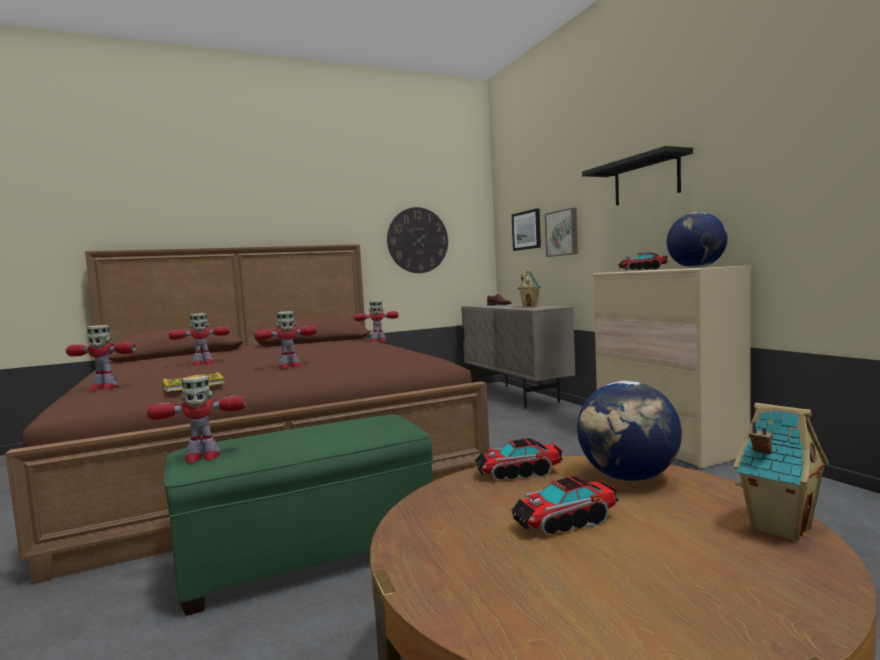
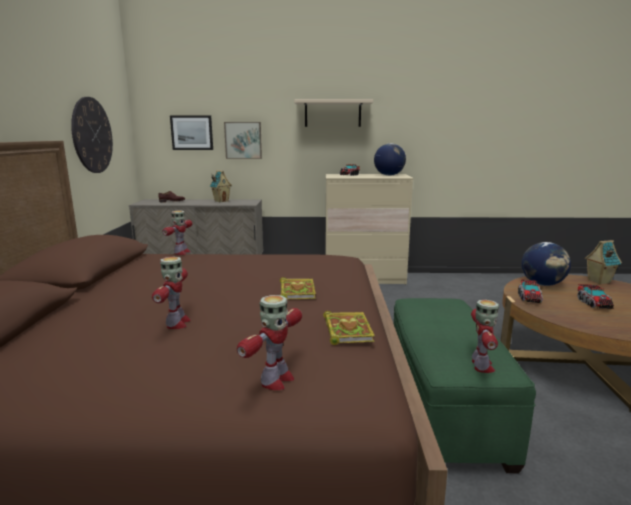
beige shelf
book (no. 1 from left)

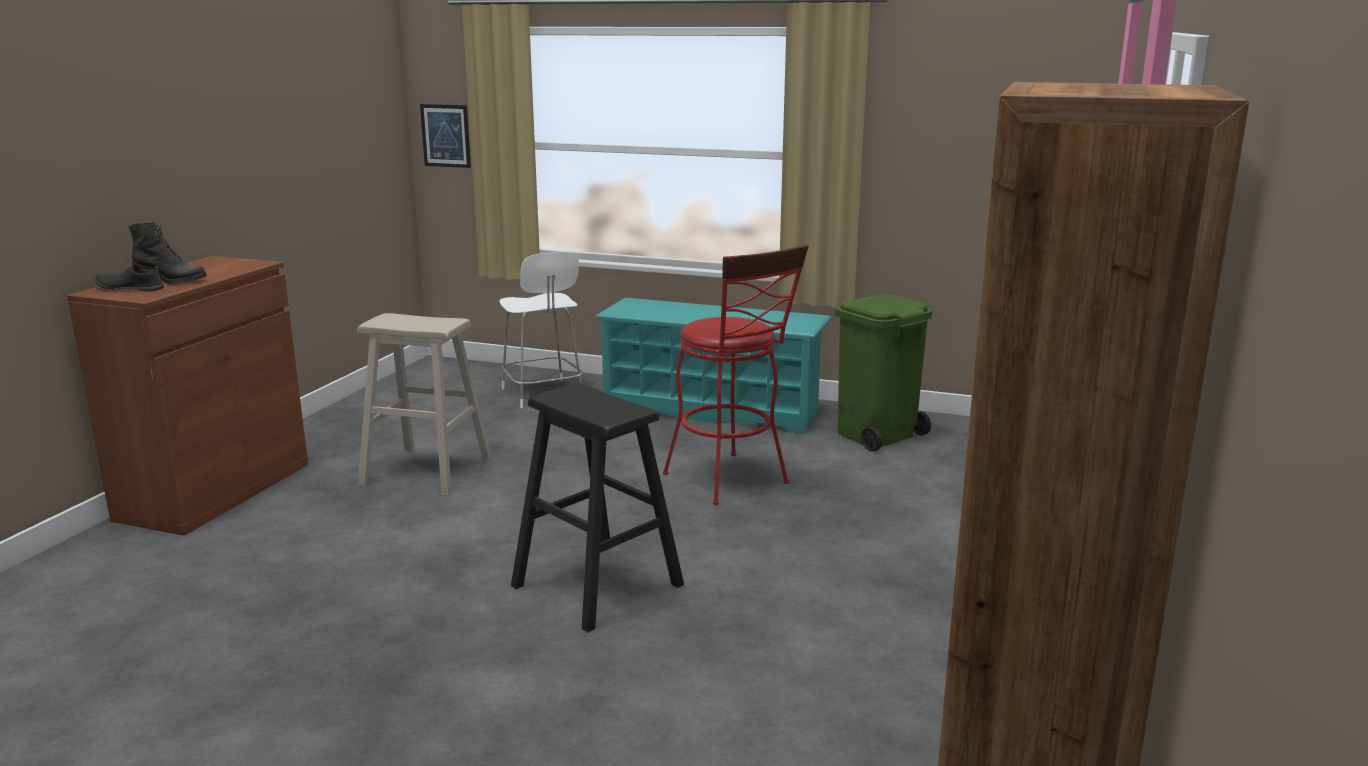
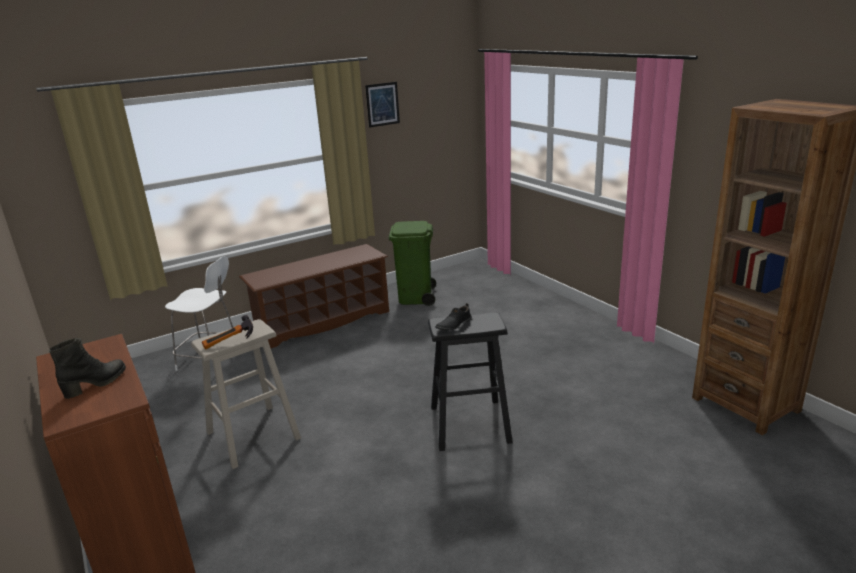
picture
red stool
black shoe
brown shoe rack
hammer

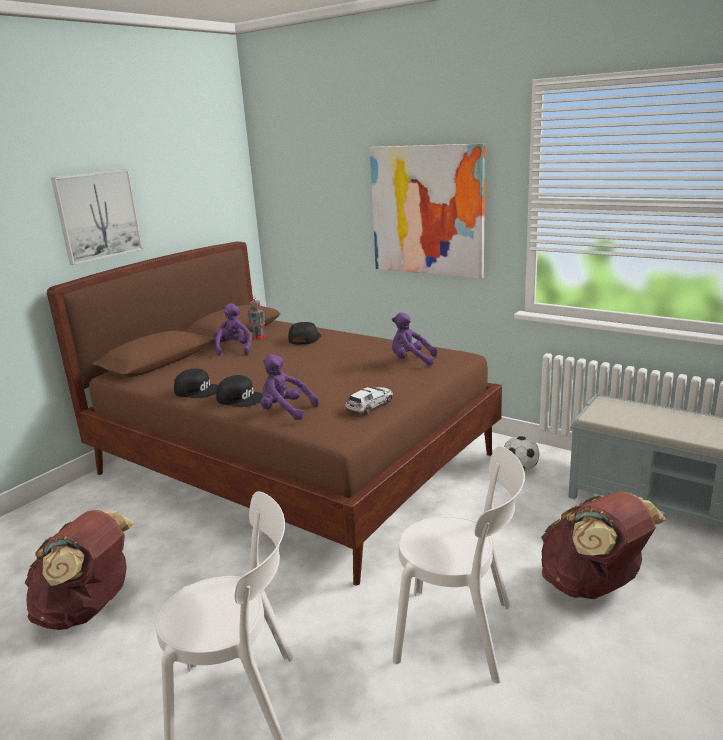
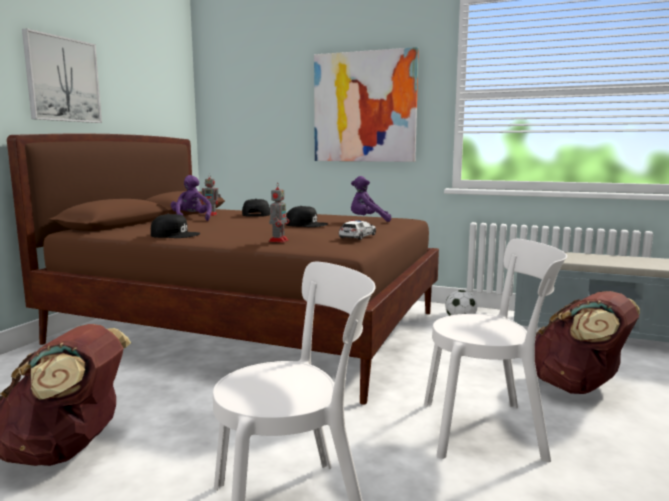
toy robot (no. 2 from left)
black cap (no. 3 from left)

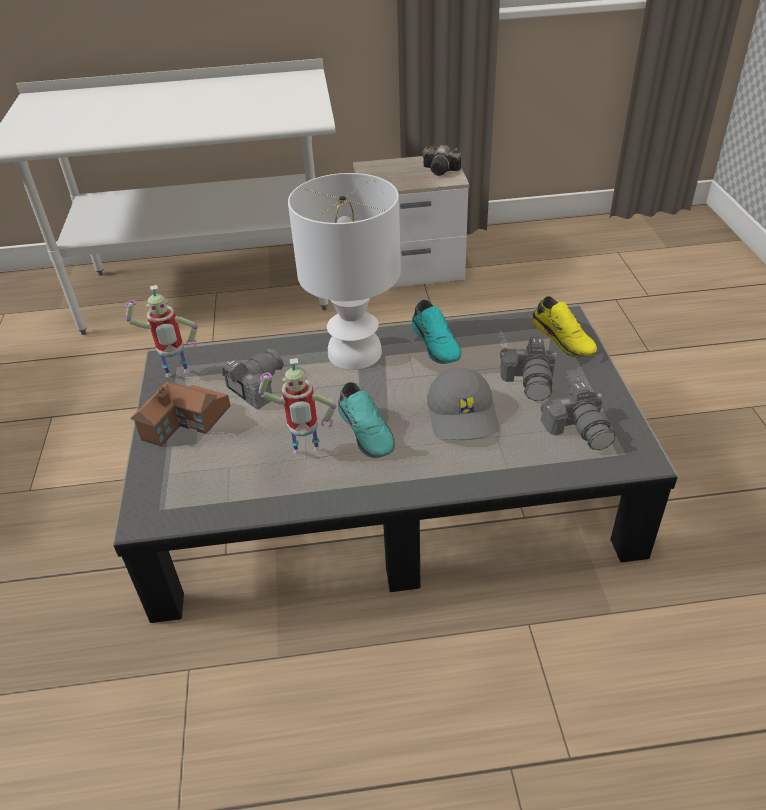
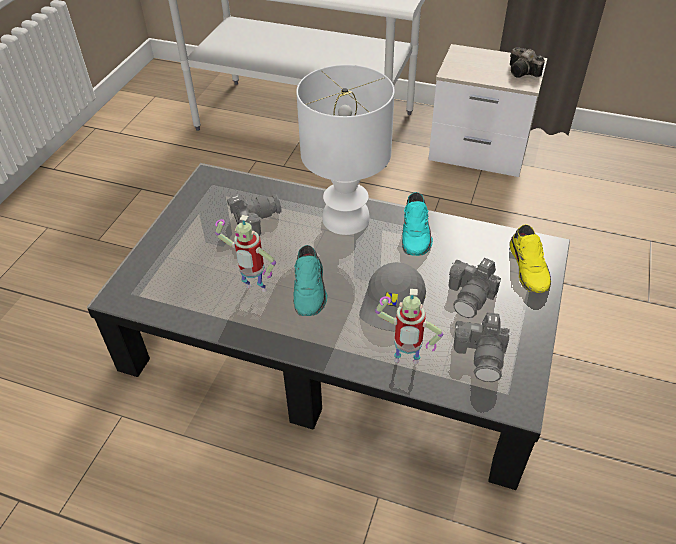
toy robot (no. 2 from left)
toy house

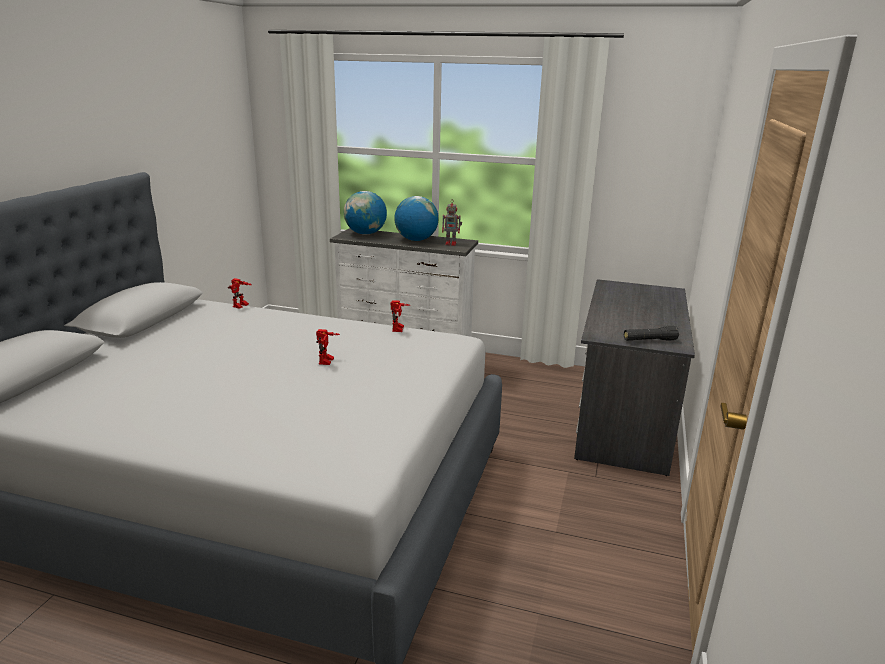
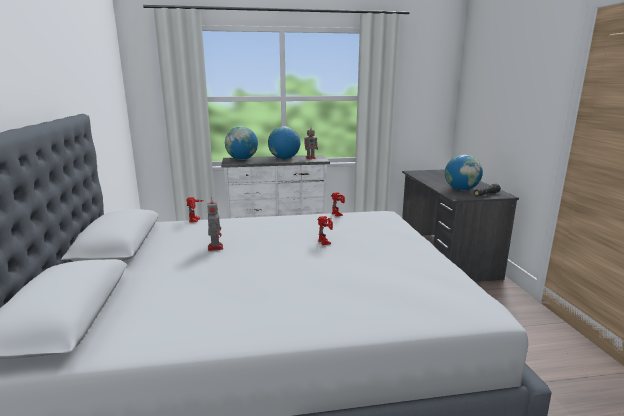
globe (no. 3 from left)
toy robot (no. 2 from left)

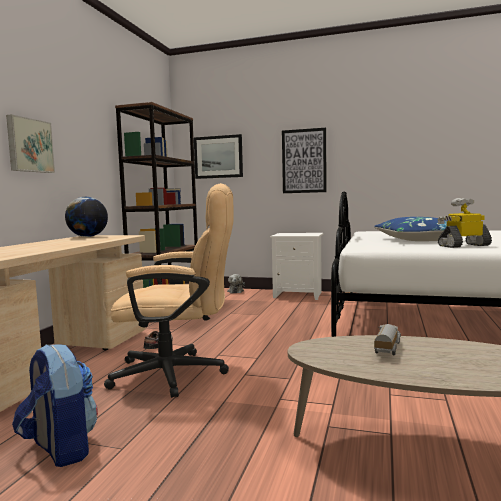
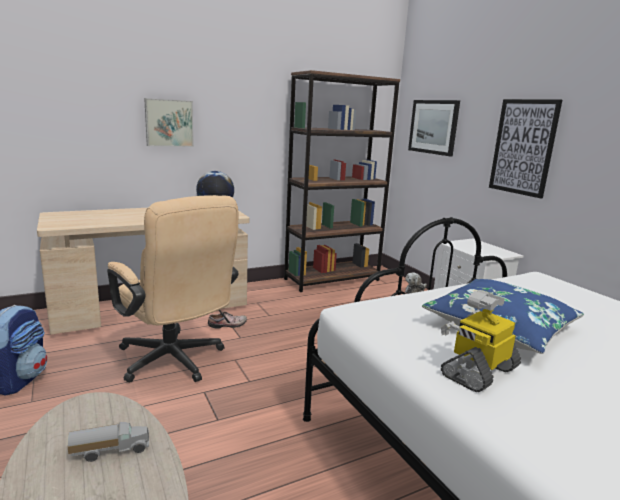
toy robot

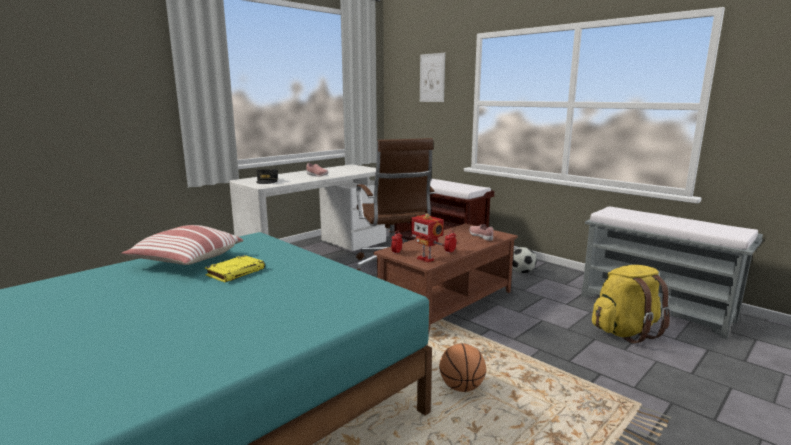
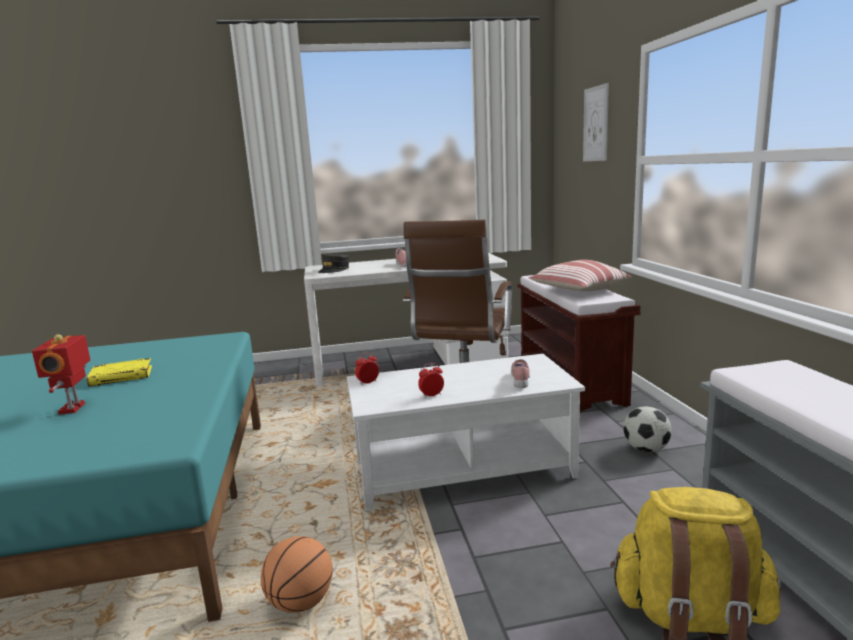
toy robot
white coffee table
pillow

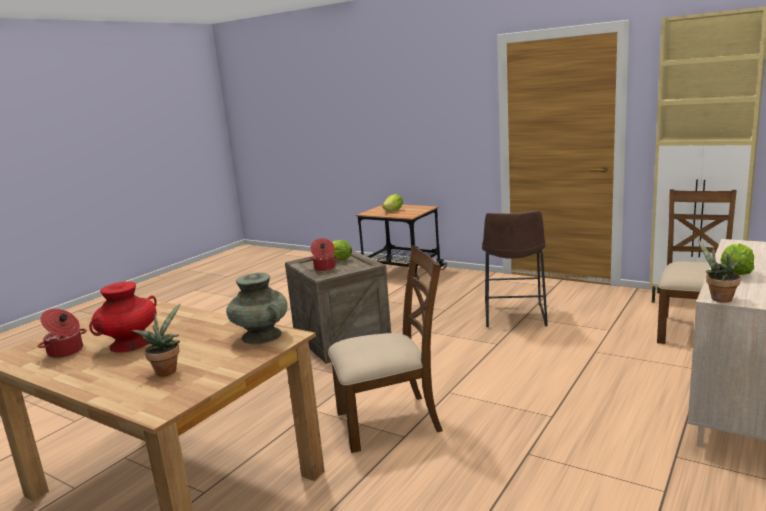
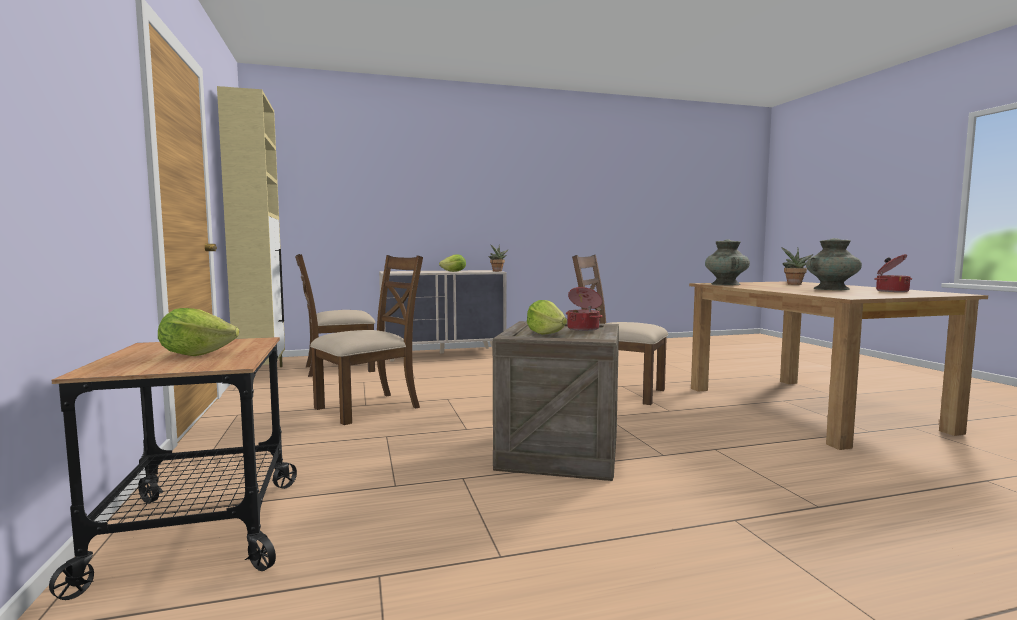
brown chair (no. 2 from left)
turquoise vase (no. 2 from left)

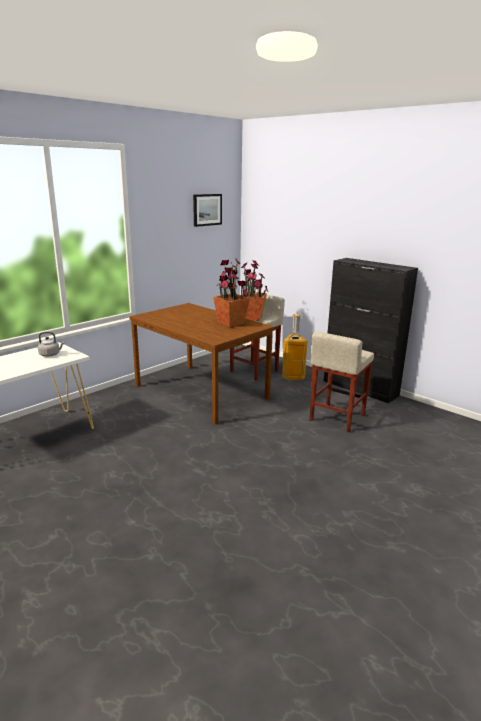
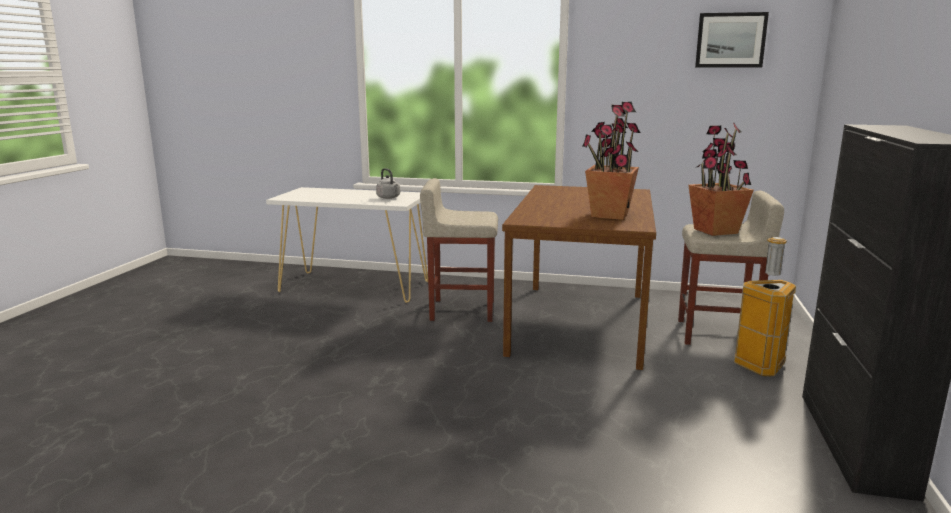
beige stool (no. 1 from left)

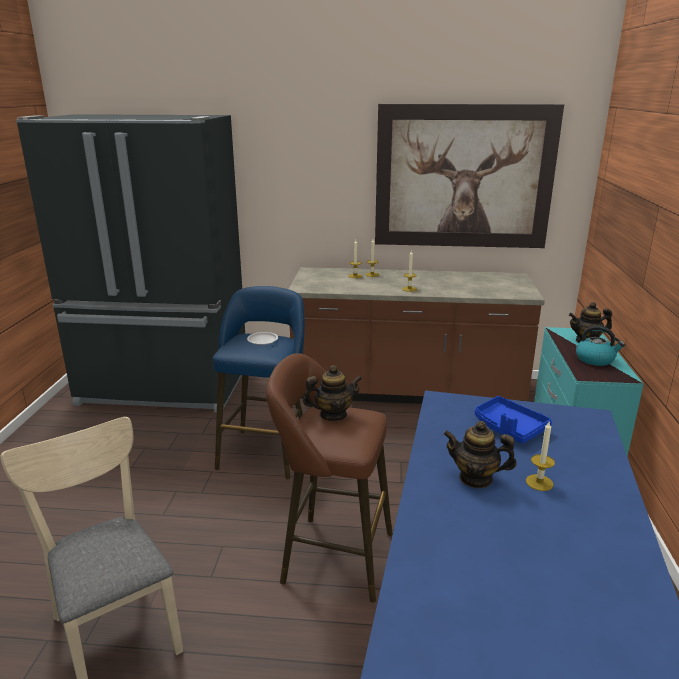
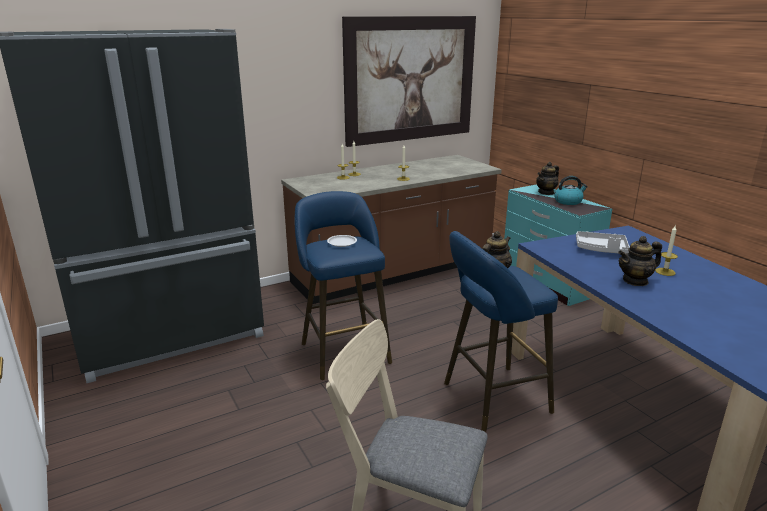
blue stool (no. 2 from left)
grey tray

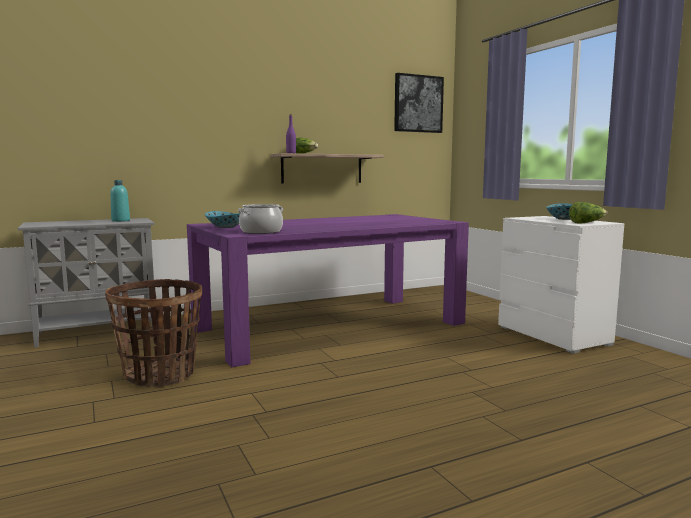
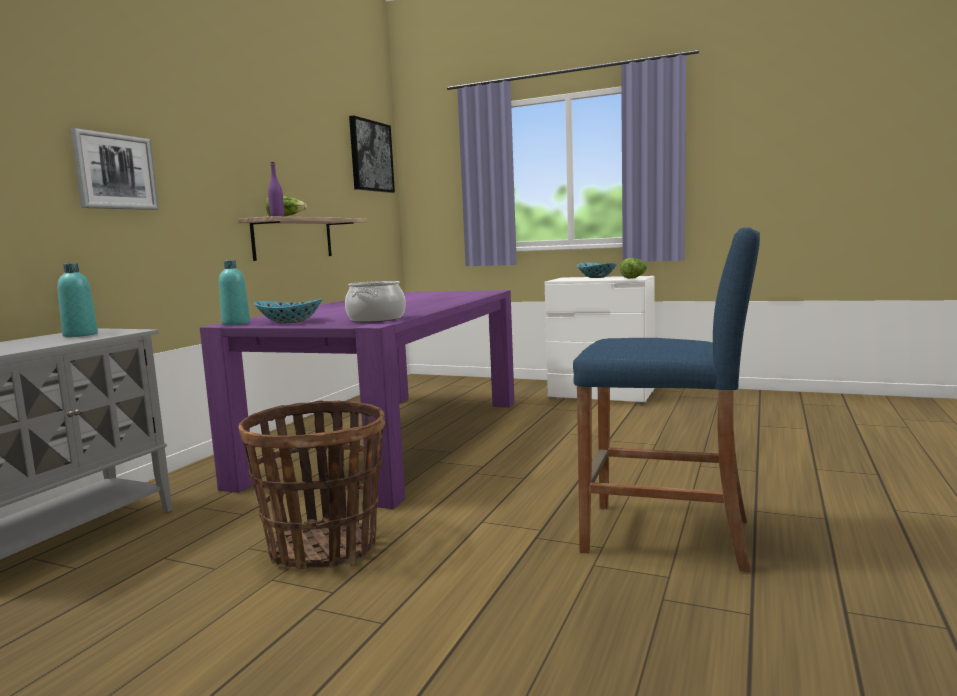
picture (no. 1 from left)
blue stool
turquoise bottle (no. 2 from left)

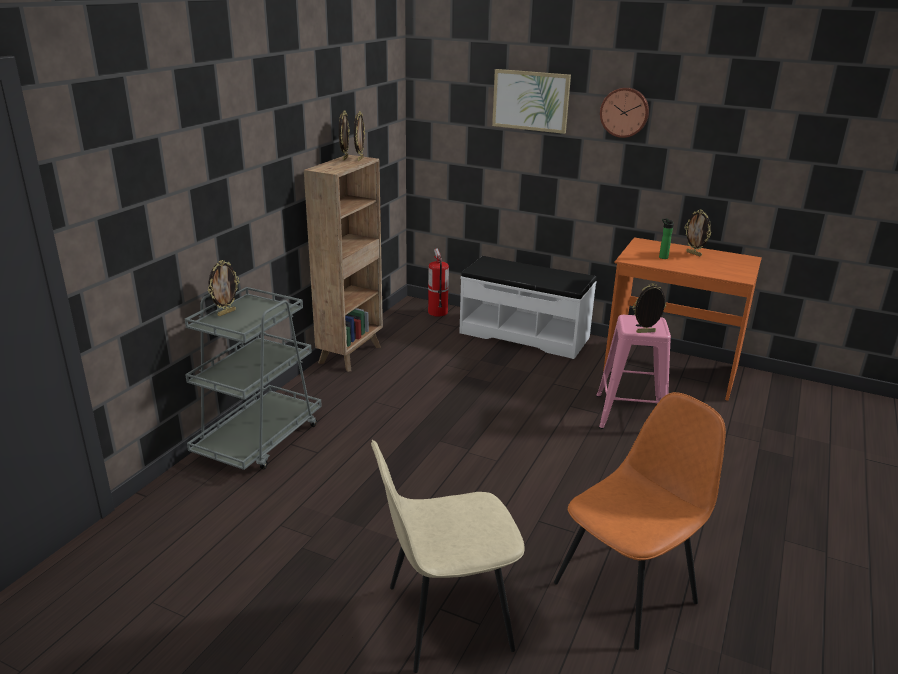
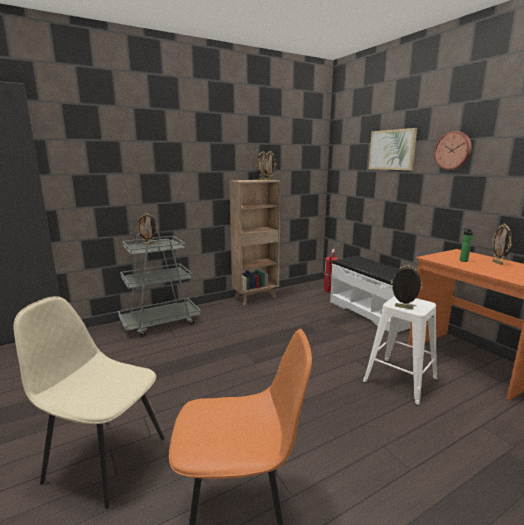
white stool

